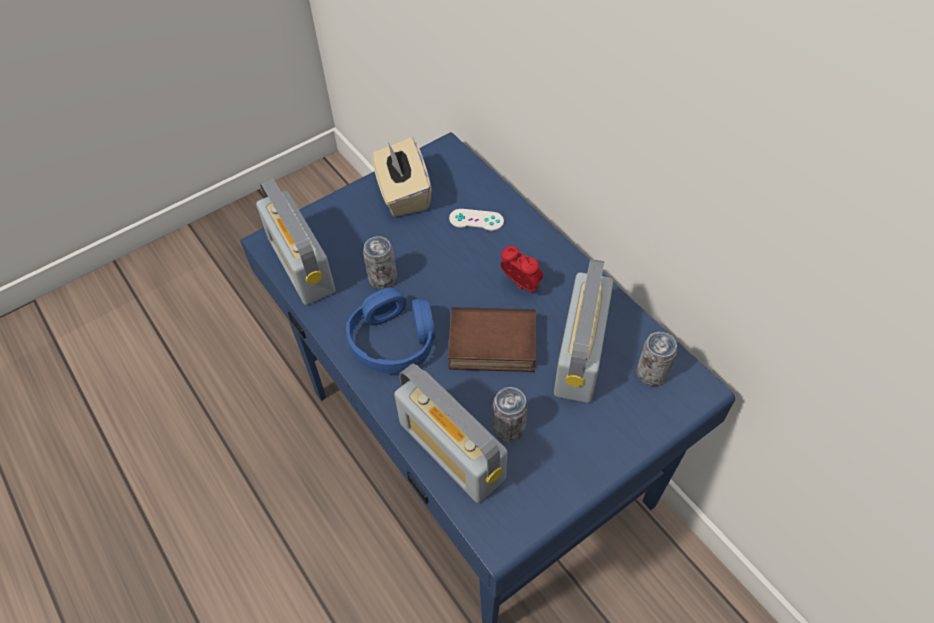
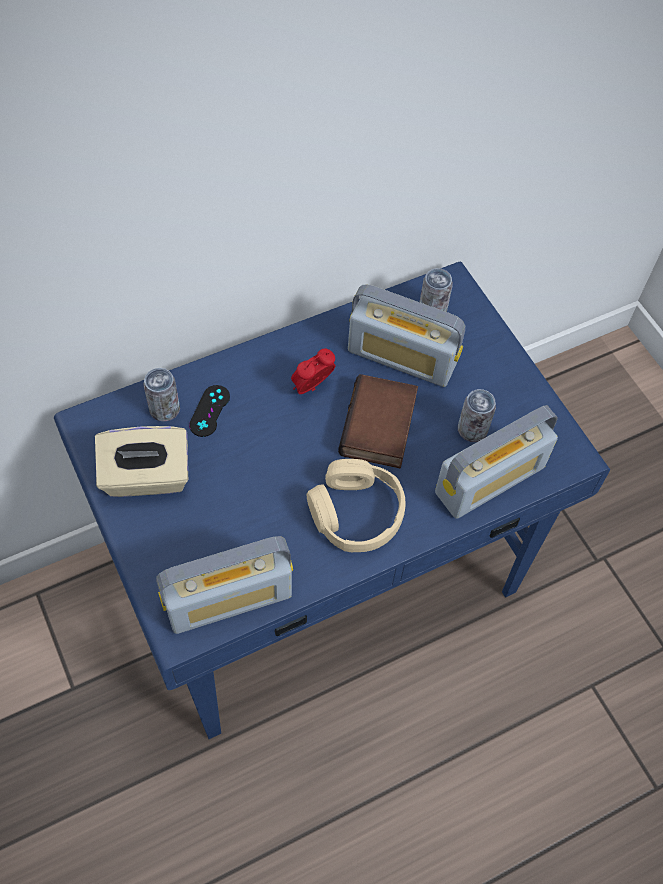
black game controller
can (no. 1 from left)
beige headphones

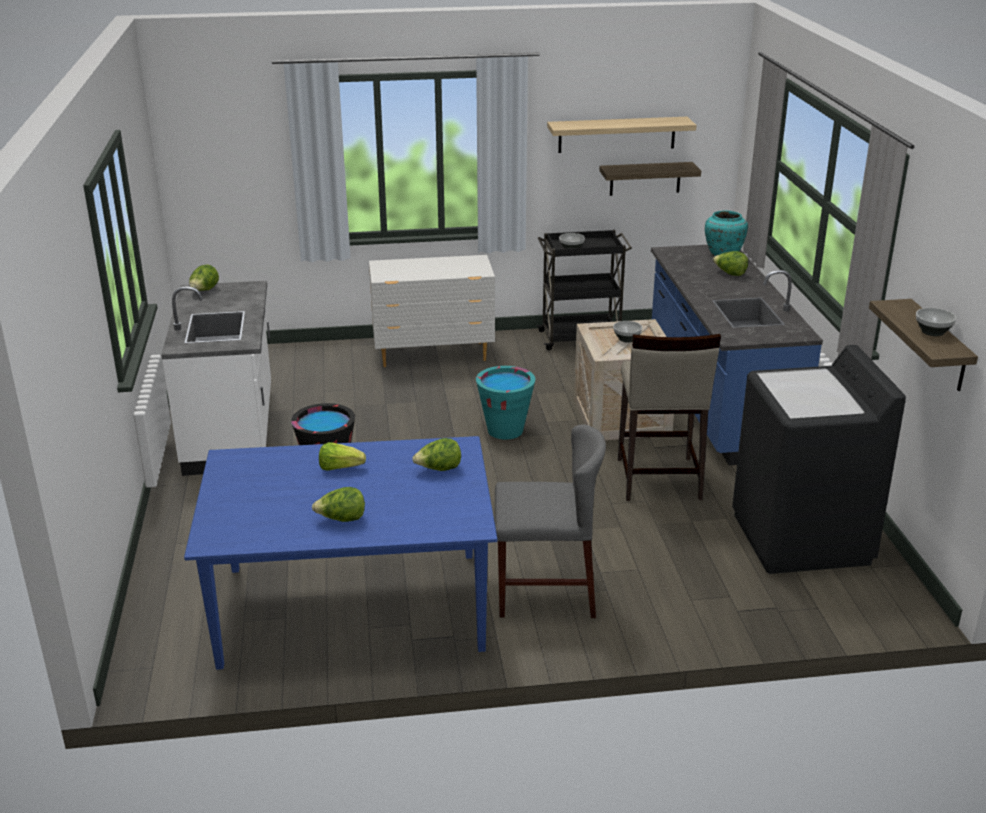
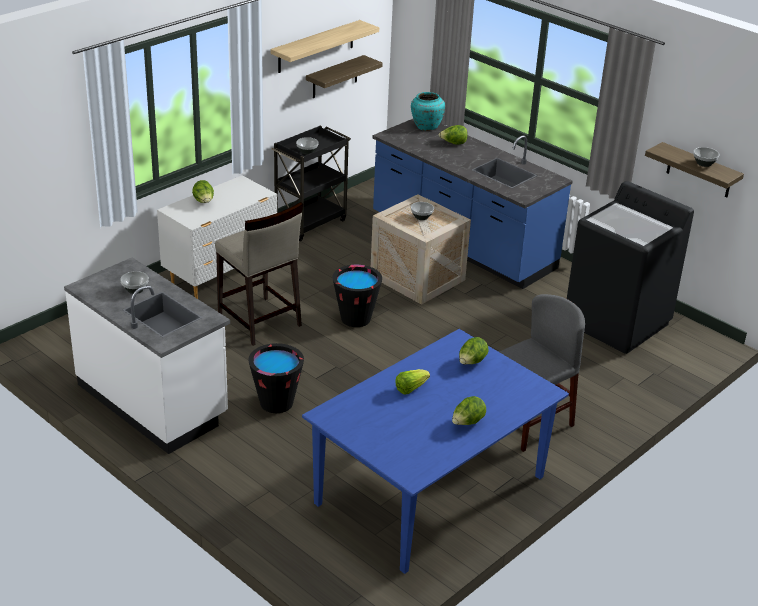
lettuce (no. 1 from left)
beige stool
black bucket (no. 2 from left)
bowl (no. 1 from left)

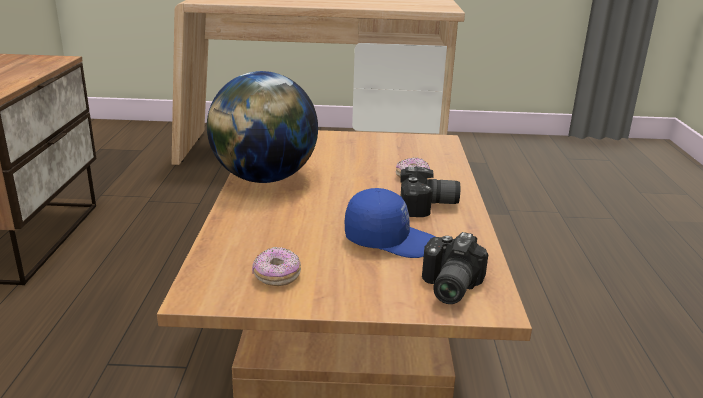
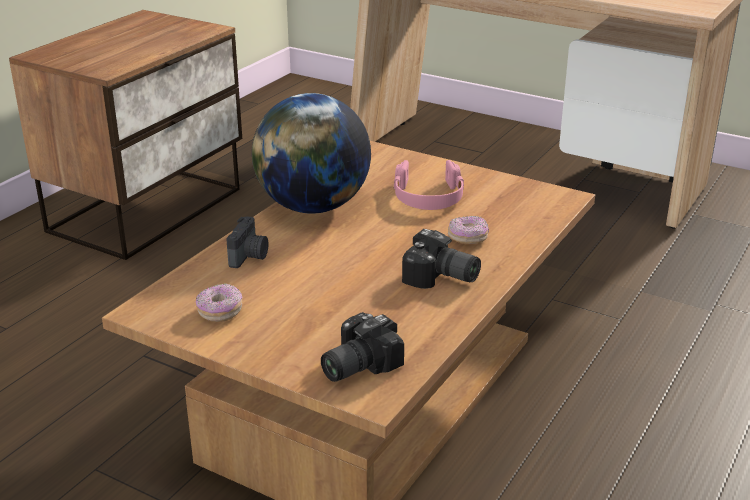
blue cap
pink headphones
photo camera (no. 1 from left)

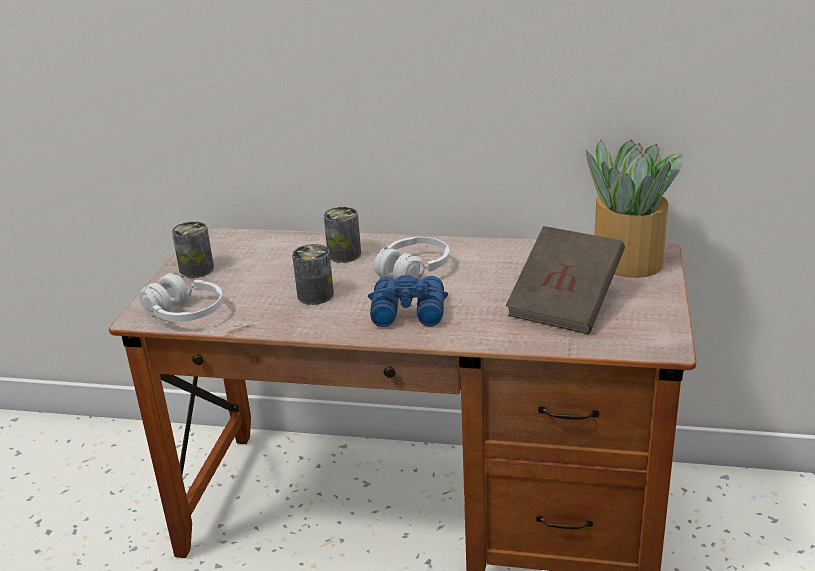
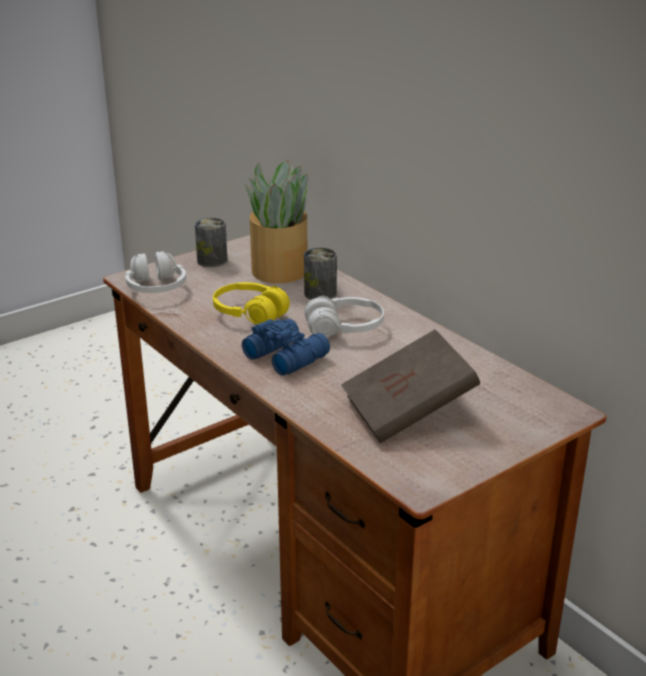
potted plant
yellow headphones

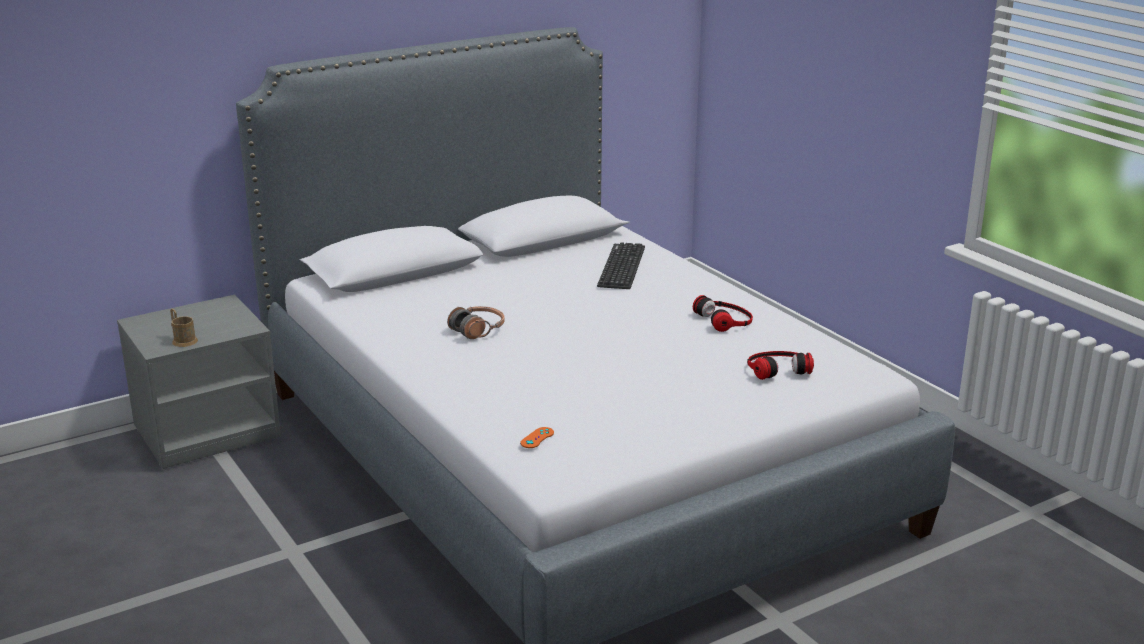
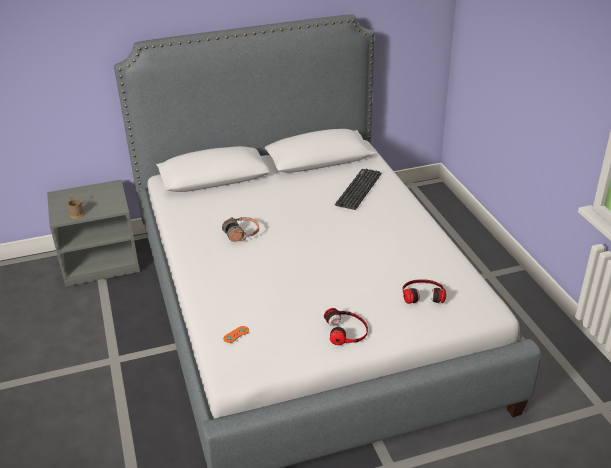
headphones (no. 2 from left)

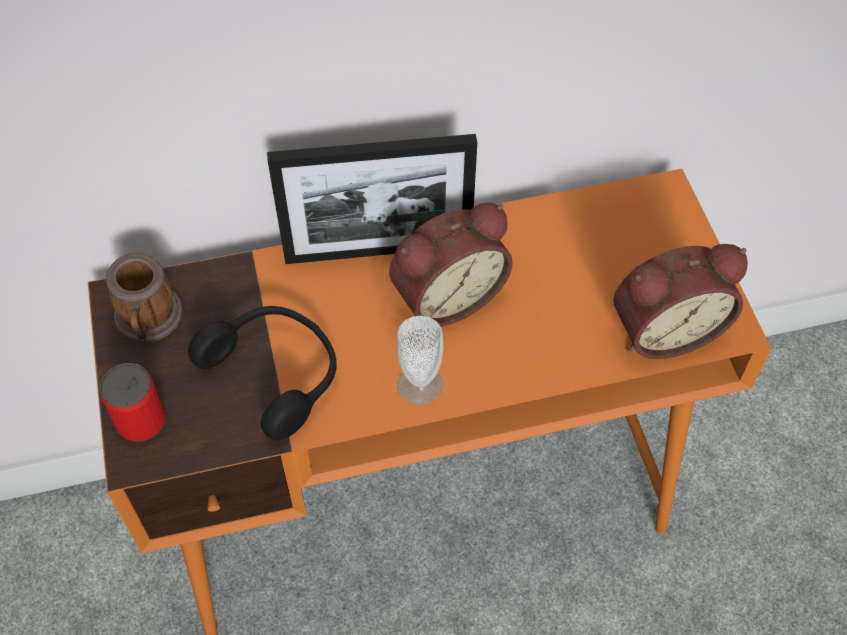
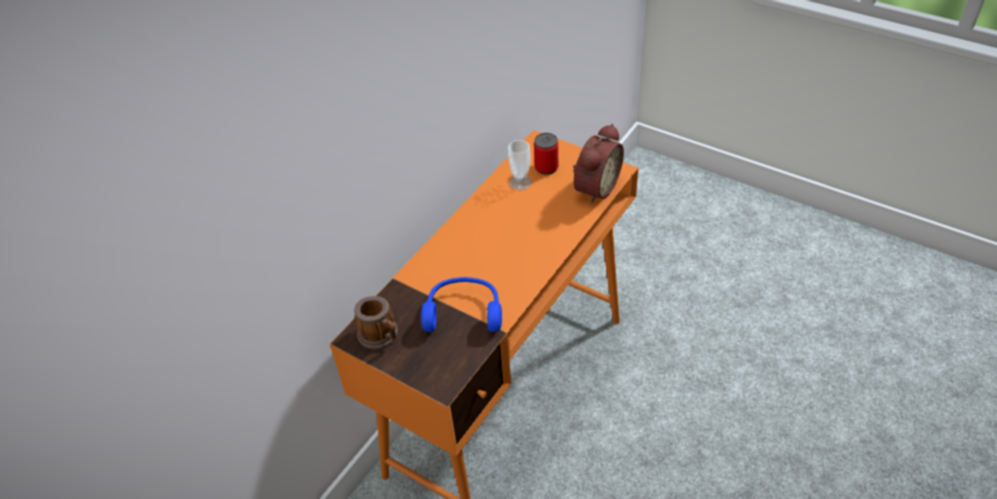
picture frame
alarm clock (no. 1 from left in the first image)
blue headphones
cup
can

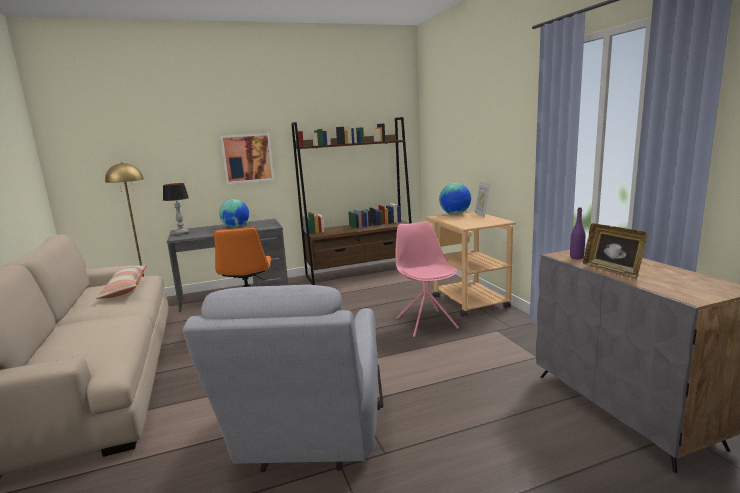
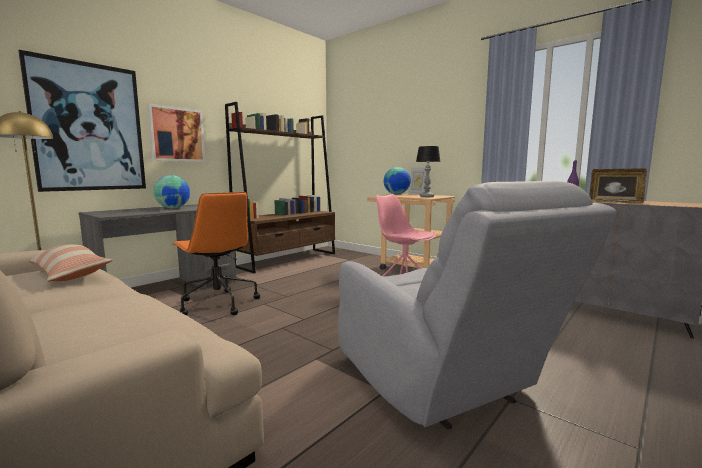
table lamp
picture (no. 1 from left)

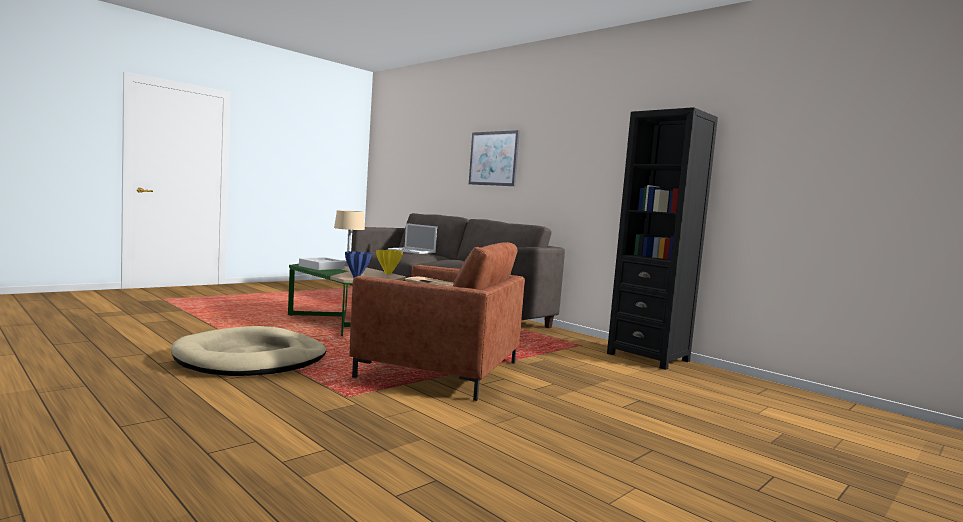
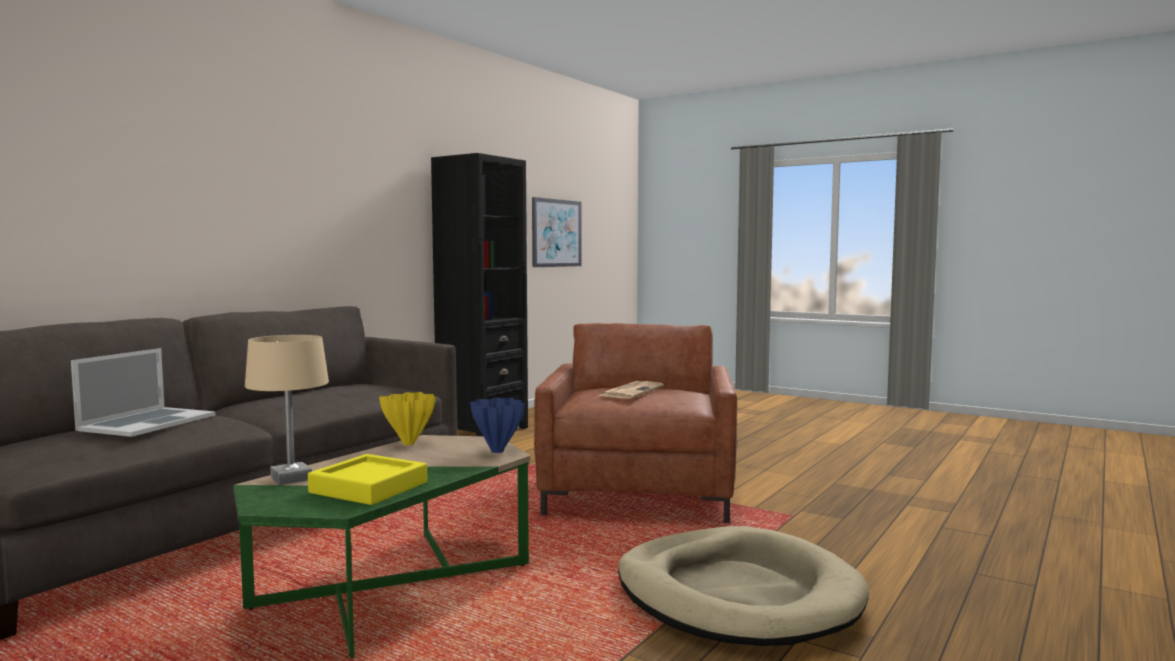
picture
yellow tray

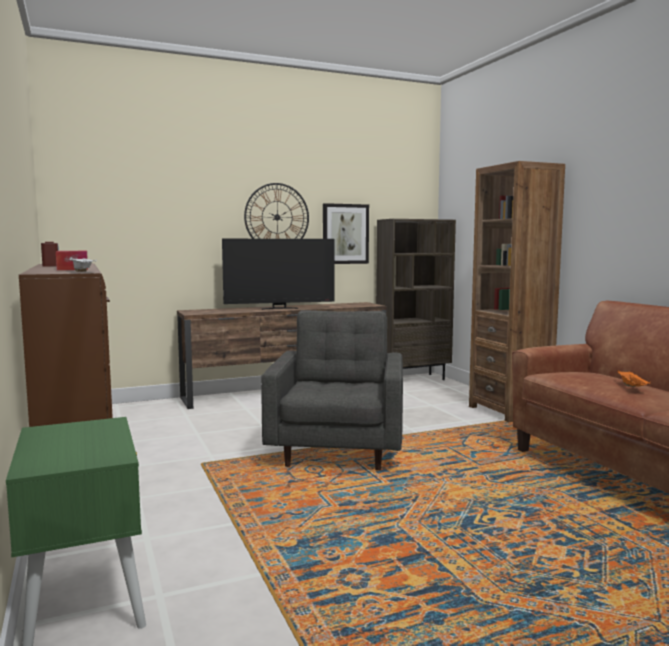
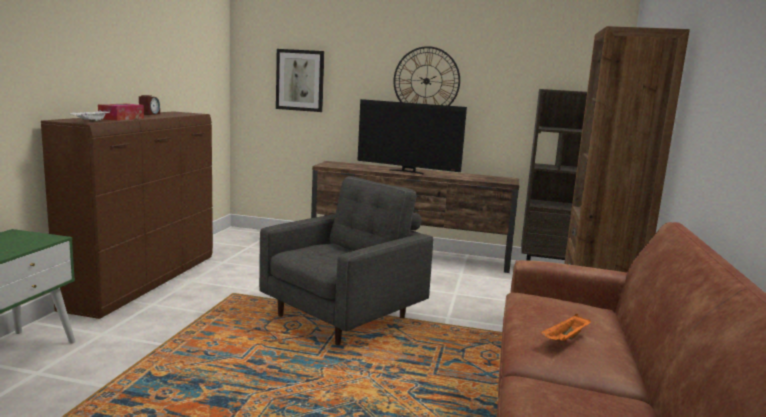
picture

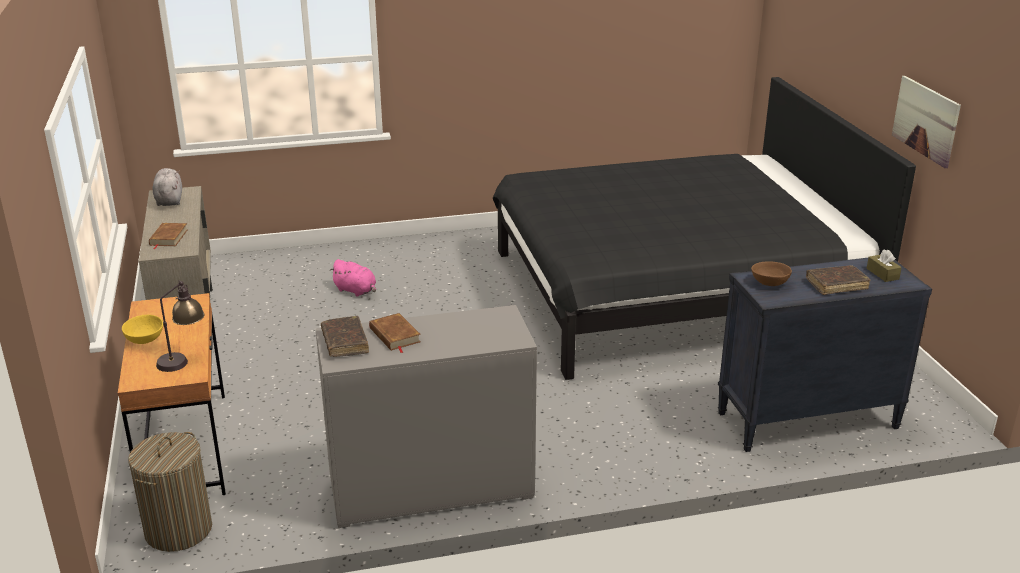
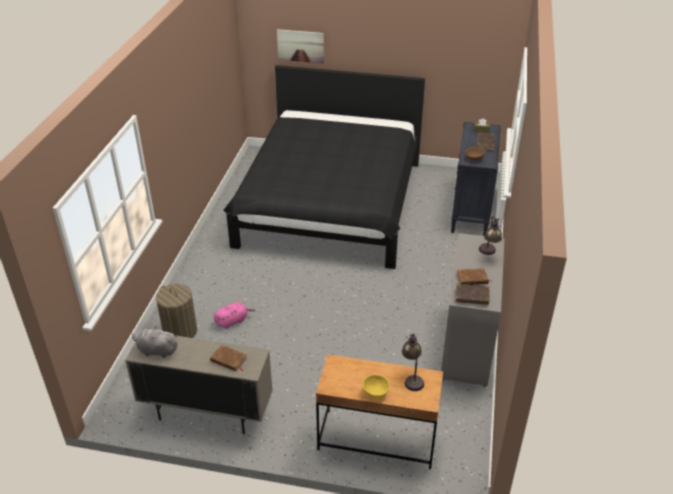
picture
laundry basket
table lamp (no. 2 from left)

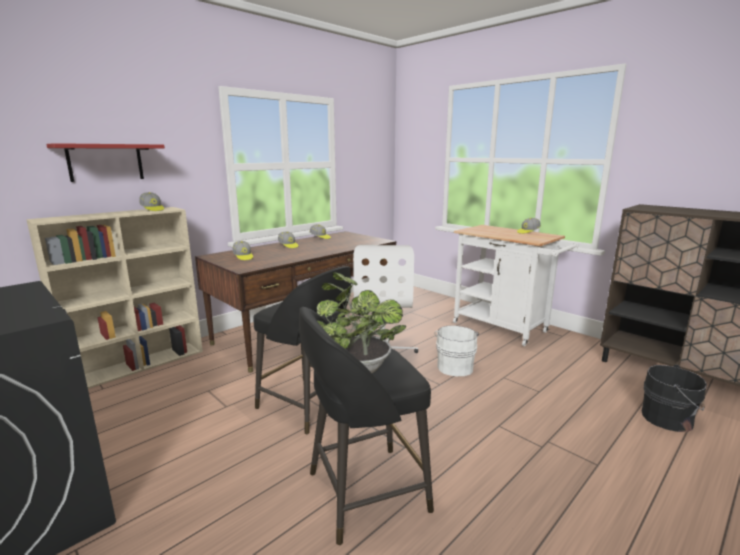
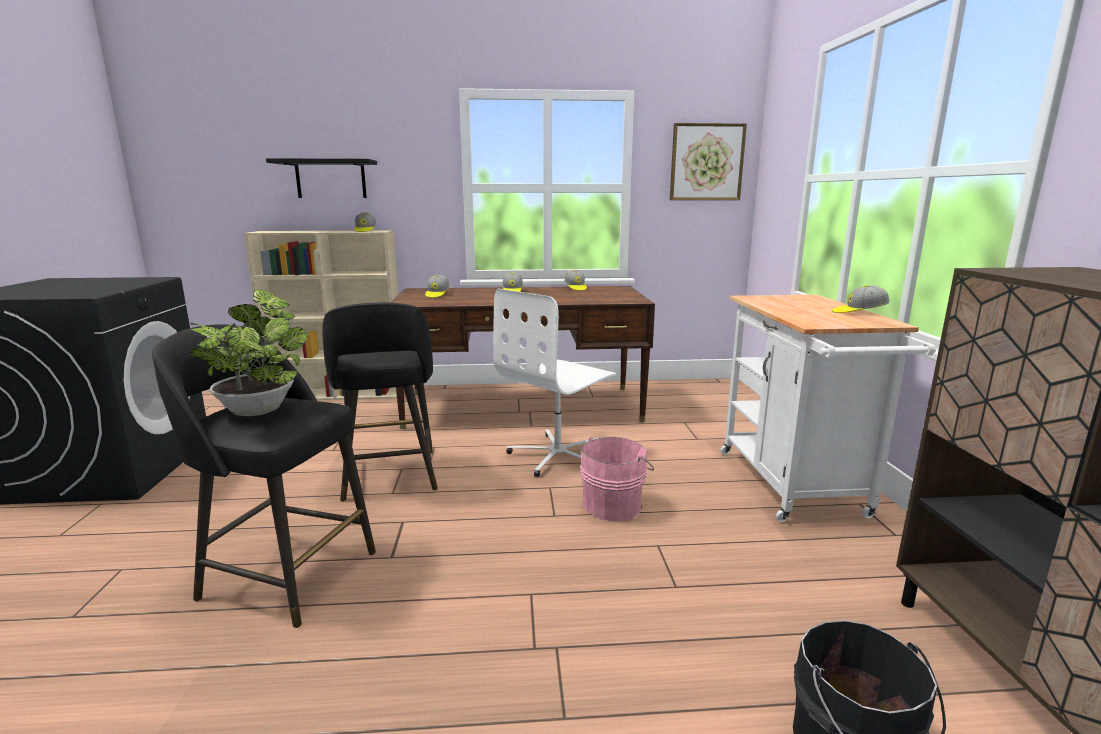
black shelf
pink bucket
picture

